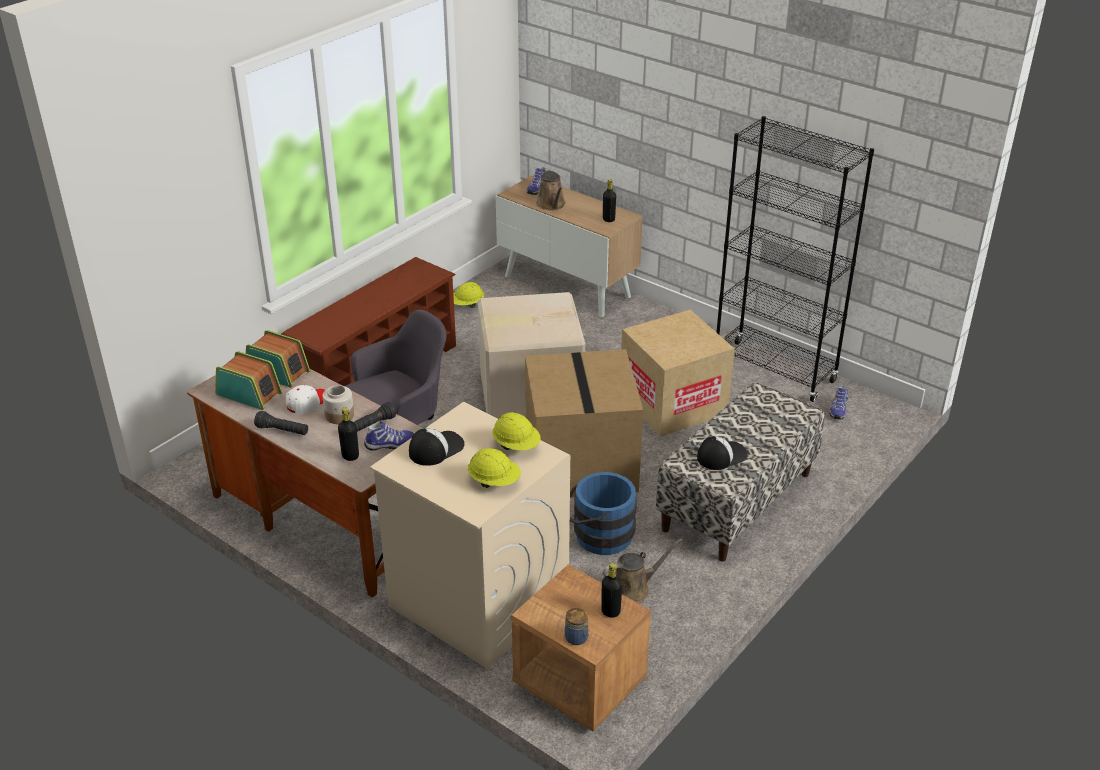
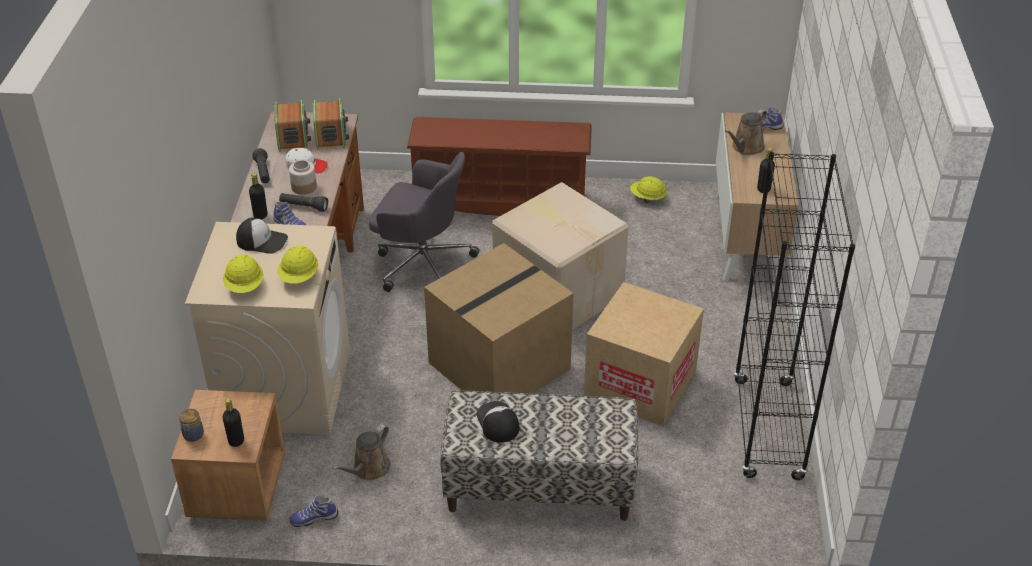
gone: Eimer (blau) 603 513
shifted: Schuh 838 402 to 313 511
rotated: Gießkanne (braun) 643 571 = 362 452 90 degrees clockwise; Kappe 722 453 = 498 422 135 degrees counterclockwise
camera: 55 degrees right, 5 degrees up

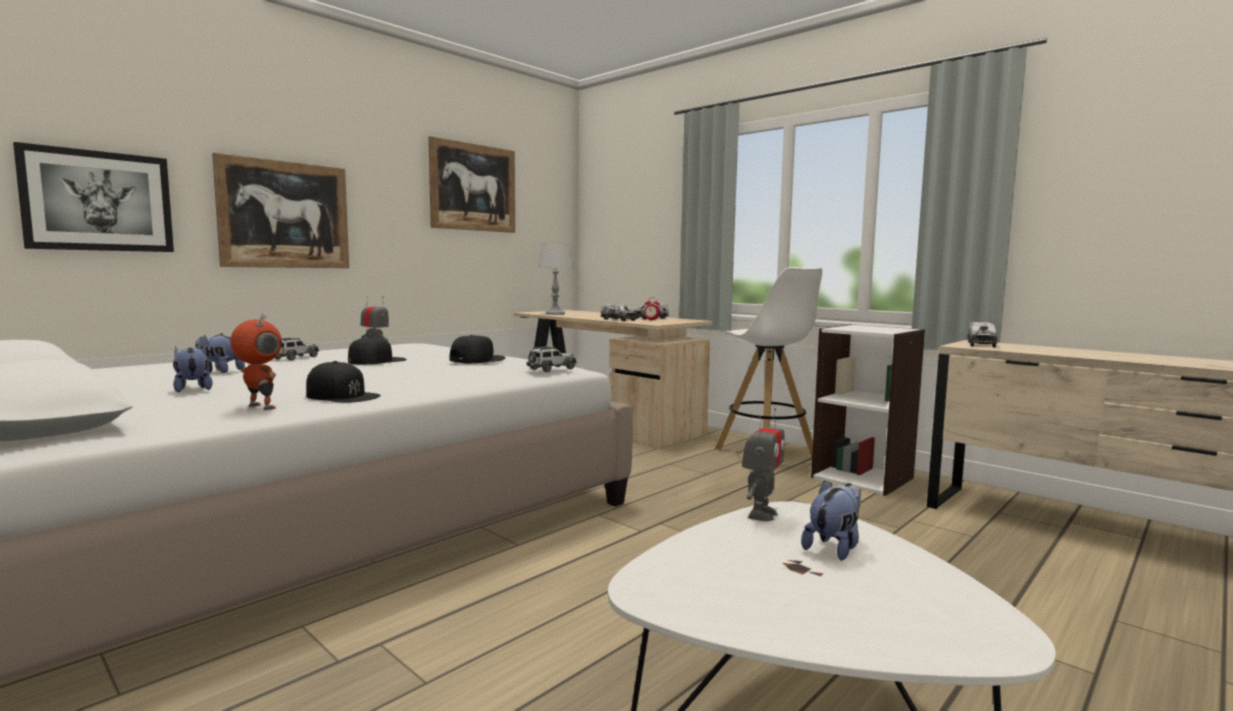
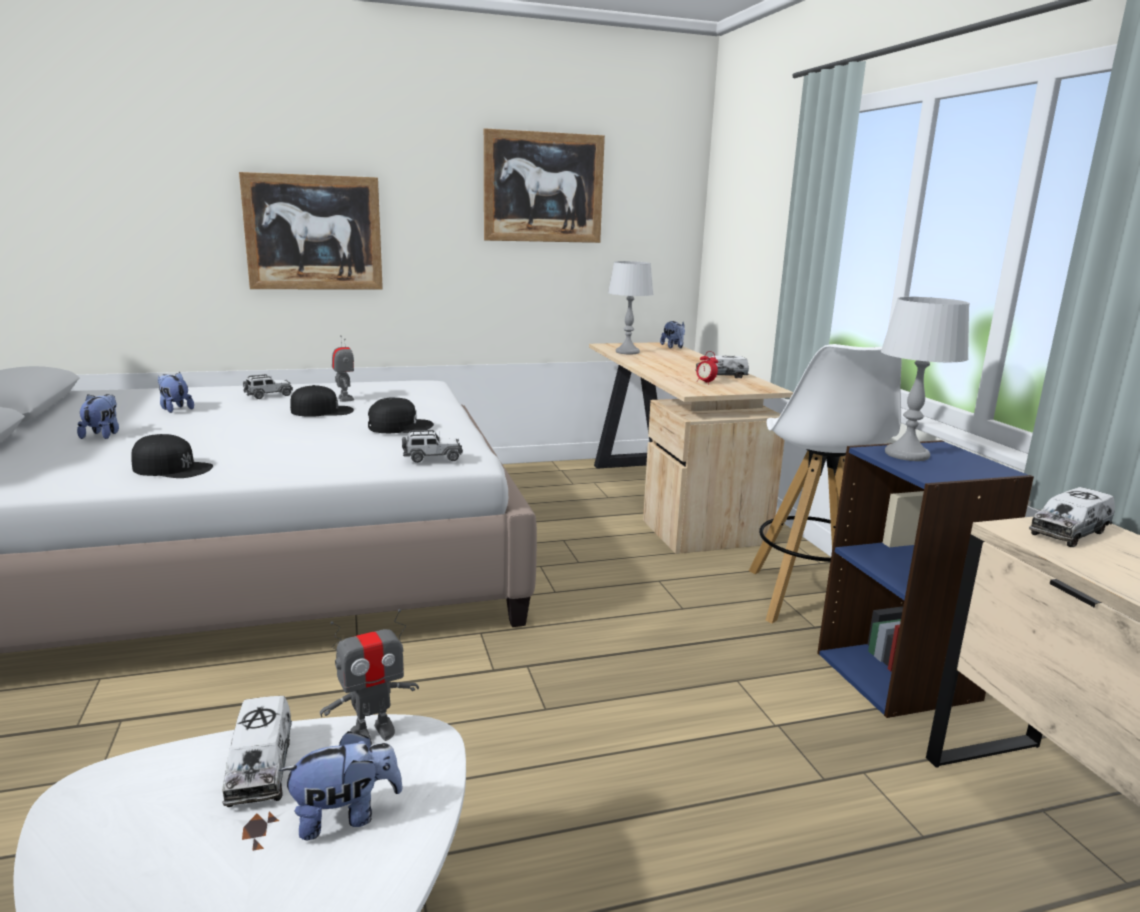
gone: Bild 93 197; Spielzeugroboter 256 362
new: Plüschtier 672 335; Tischlampe (grau) 925 379
shifted: Spielzeuglaster 619 312 to 257 751
repainted: Bücherregal (weiß) 868 410 to Bücherregal (blau) 925 579
rotated: Kappe (schwarz) 343 382 = 172 456 45 degrees counterclockwise
camera: 30 degrees right, 10 degrees up

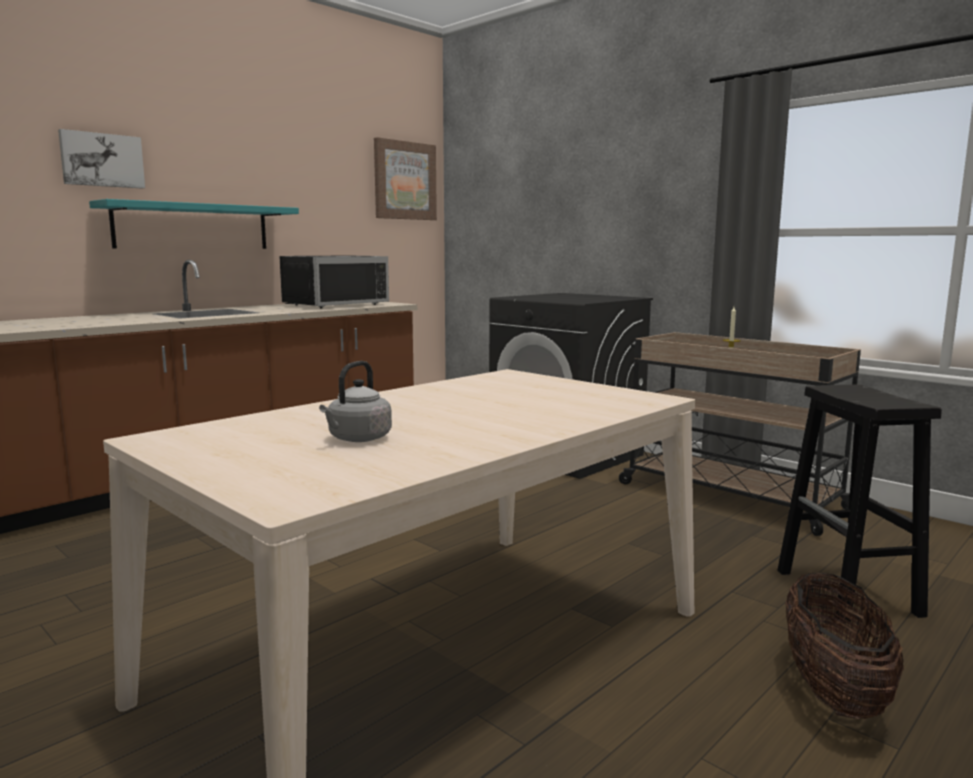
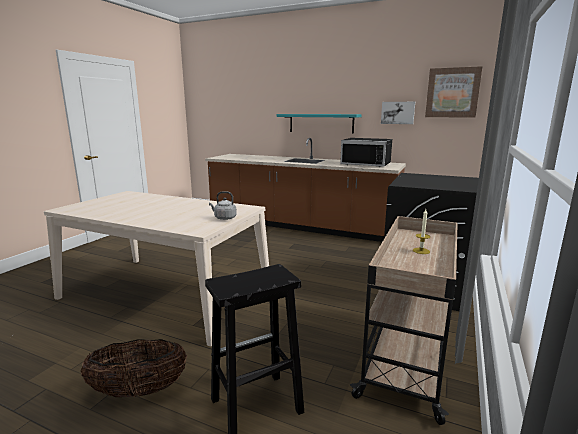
shifted: Wasserkessel (grau) 355 401 to 223 205; Bild 101 159 to 398 113
camera: 70 degrees right, 5 degrees up

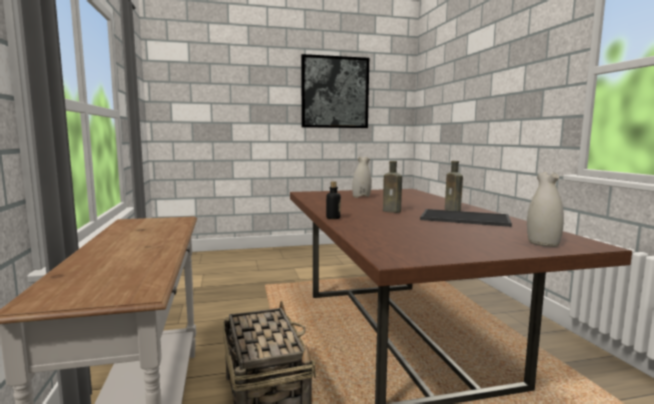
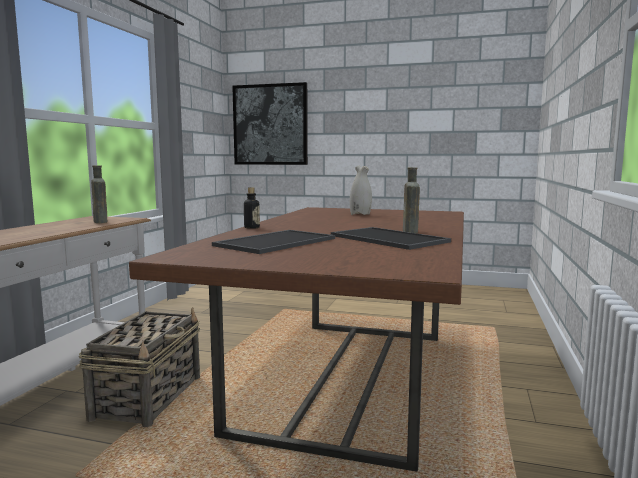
gone: Vase (weiß) 545 209
new: Tablett 273 242
shifted: Flasche (braun) 392 187 to 99 194; Bild 335 91 to 270 123
camera: 30 degrees right, 0 degrees up

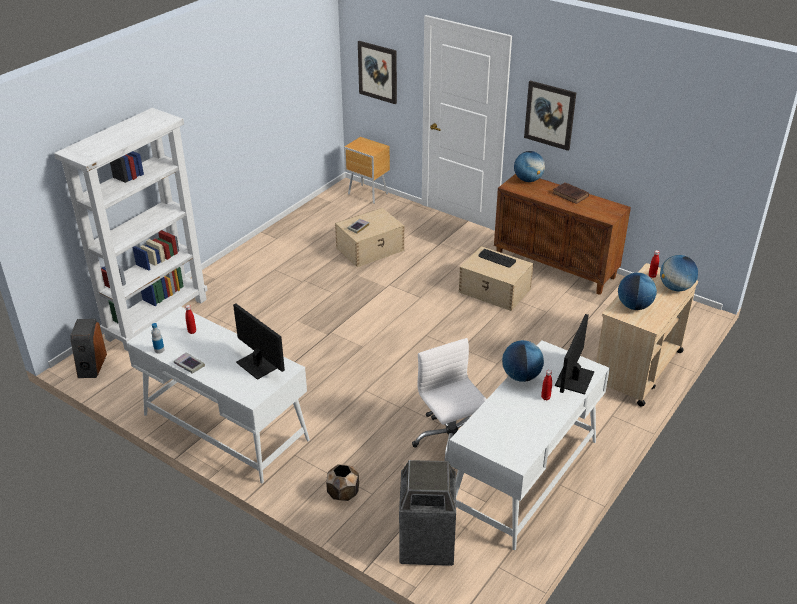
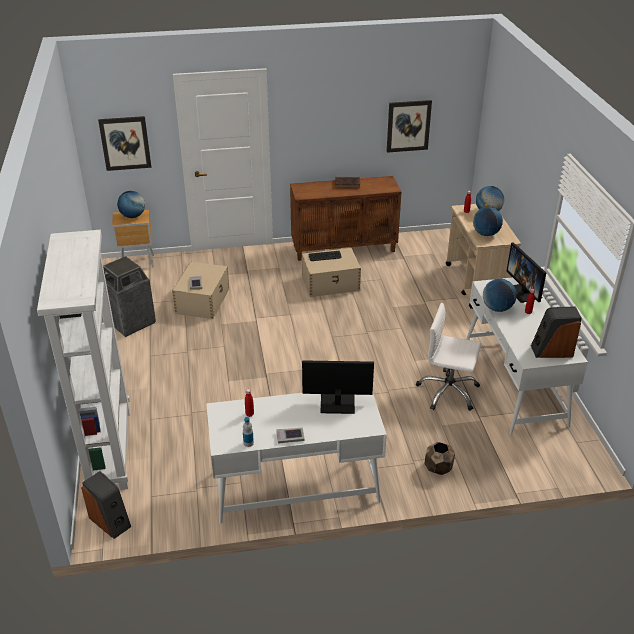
new: Lautsprecher 556 332
shifted: Mülleimer 427 513 to 129 296; Globus 529 166 to 131 204; Bild 550 116 to 409 126
camera: 45 degrees left, 0 degrees up

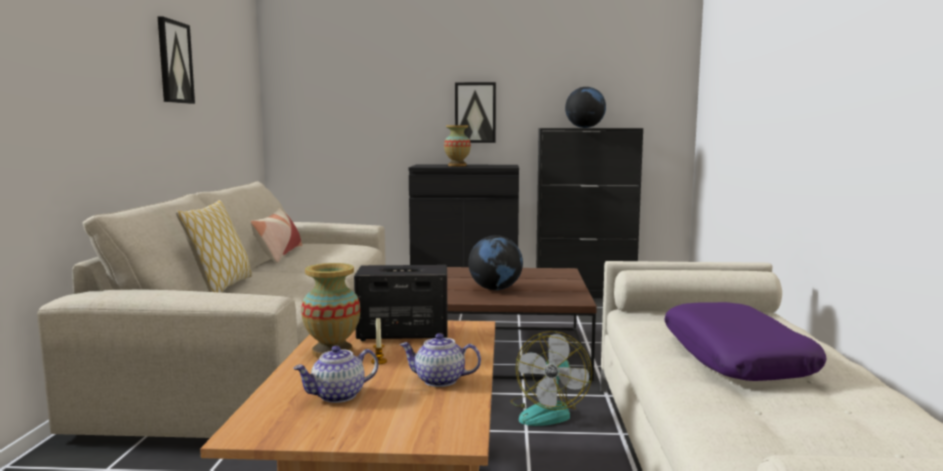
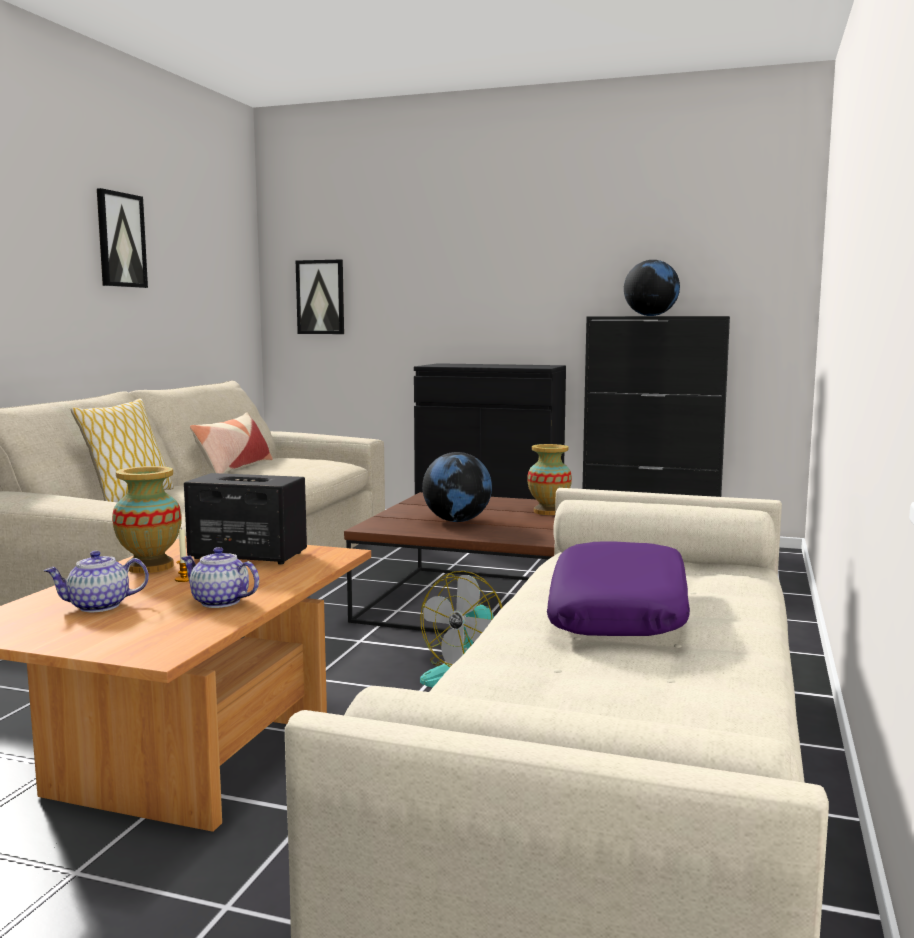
shifted: Bild 475 112 to 320 296; Vase 457 145 to 549 479
camera: 15 degrees right, 0 degrees up

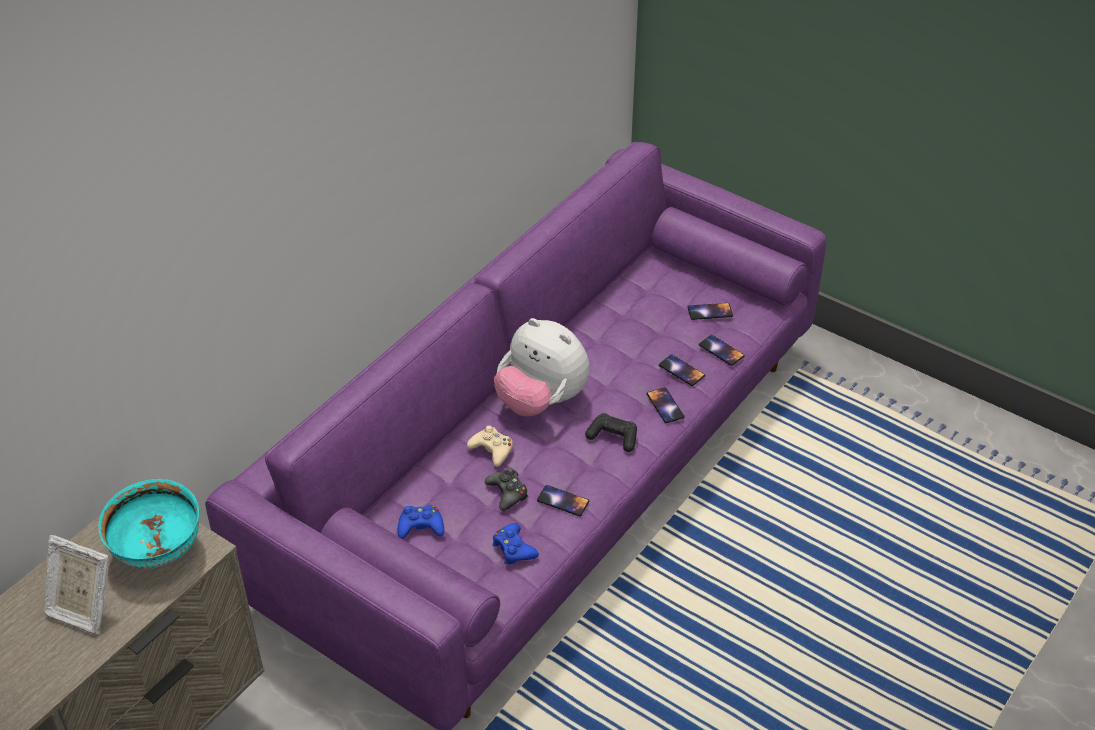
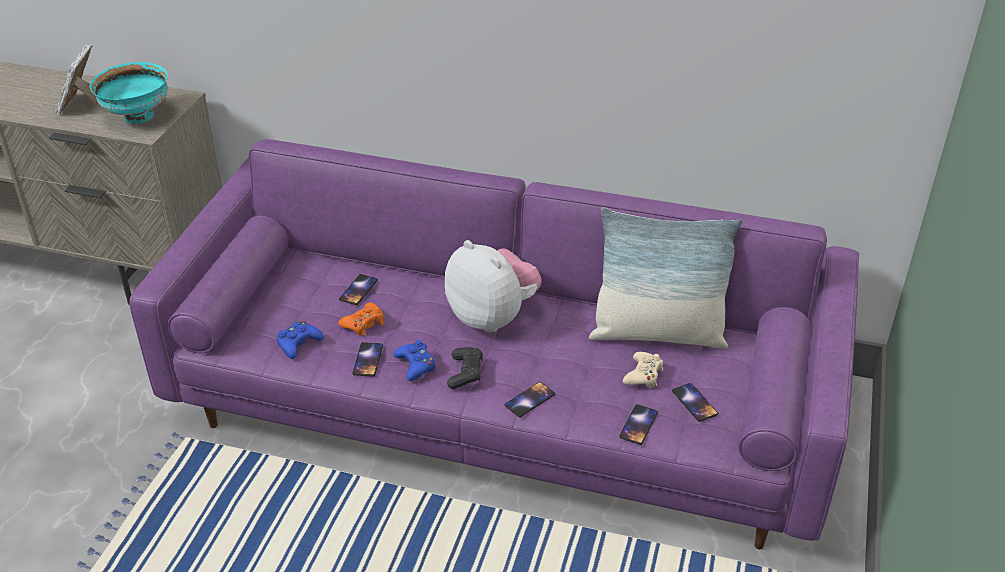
new: Kissen 665 278
shifted: Handy 682 370 to 358 289; Gamepad (blau) 421 522 to 415 360; Gamepad (beige) 490 446 to 643 370
repainted: Gamepad (schwarz) 506 489 to Gamepad (orange) 361 319
rotated: Plüschtier 541 367 = 493 286 120 degrees clockwise
camera: 70 degrees right, 5 degrees down

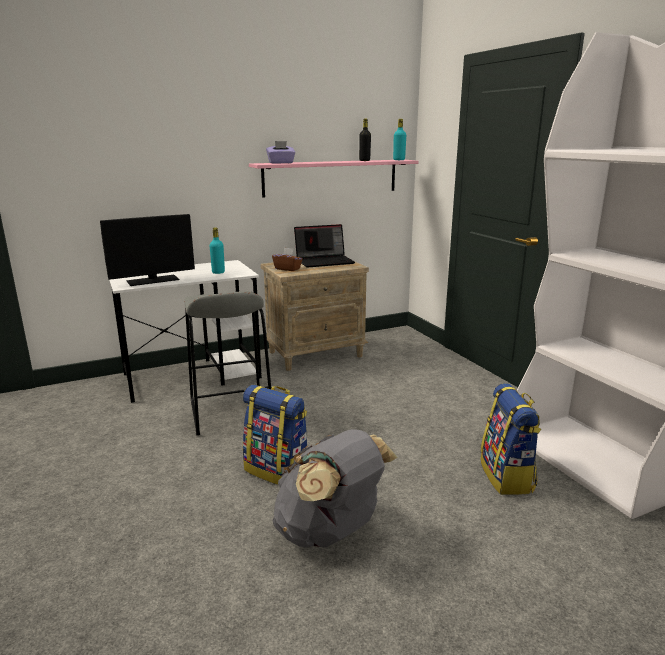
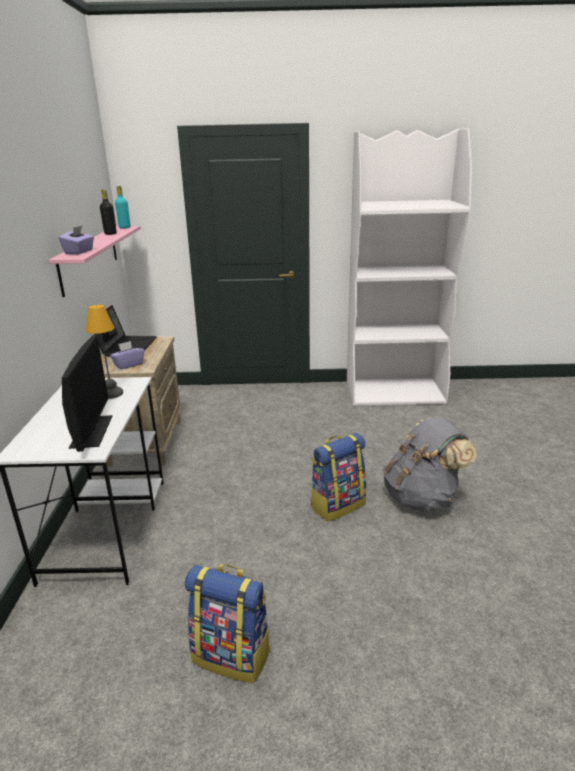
gone: Hocker (grau) 228 363
shifted: Rucksack 511 439 to 228 623
swapped: Flasche (türkis) 217 250 to Tischlampe 104 352
repainted: Taschentuchbox (braun) 287 259 to Taschentuchbox (lila) 127 355
camera: 65 degrees left, 5 degrees up

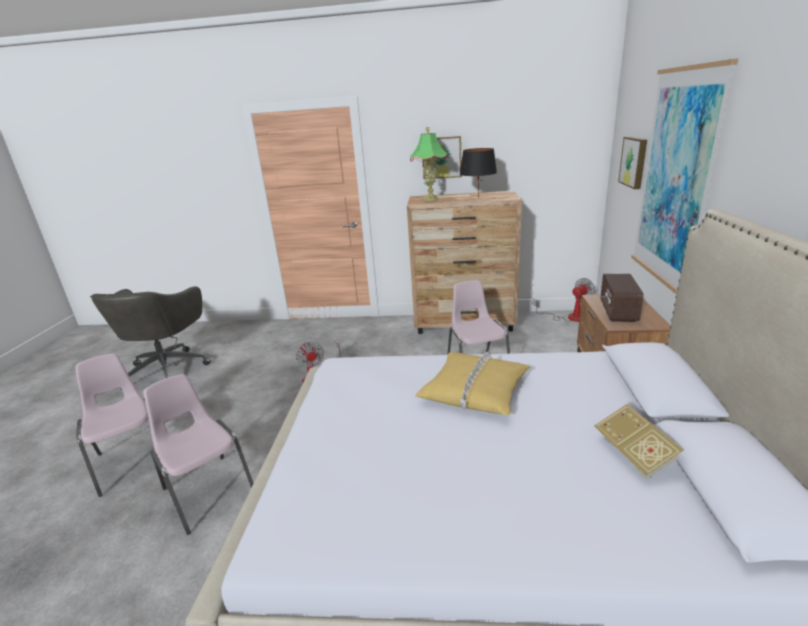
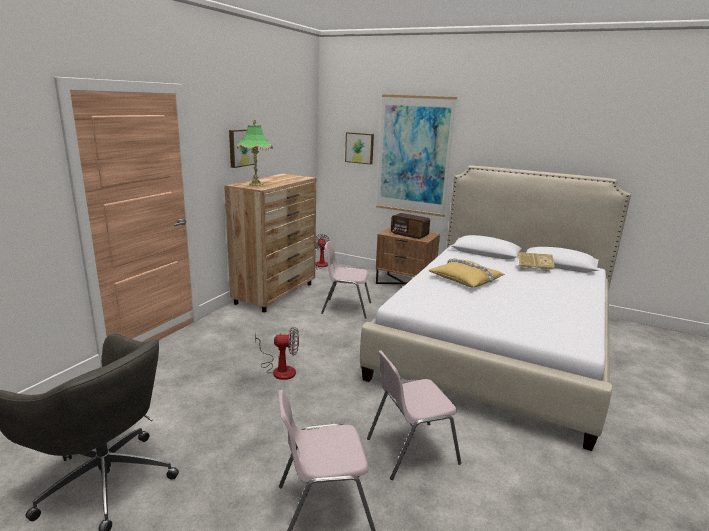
gone: Tischlampe (schwarz) 478 173
camera: 70 degrees left, 5 degrees down

